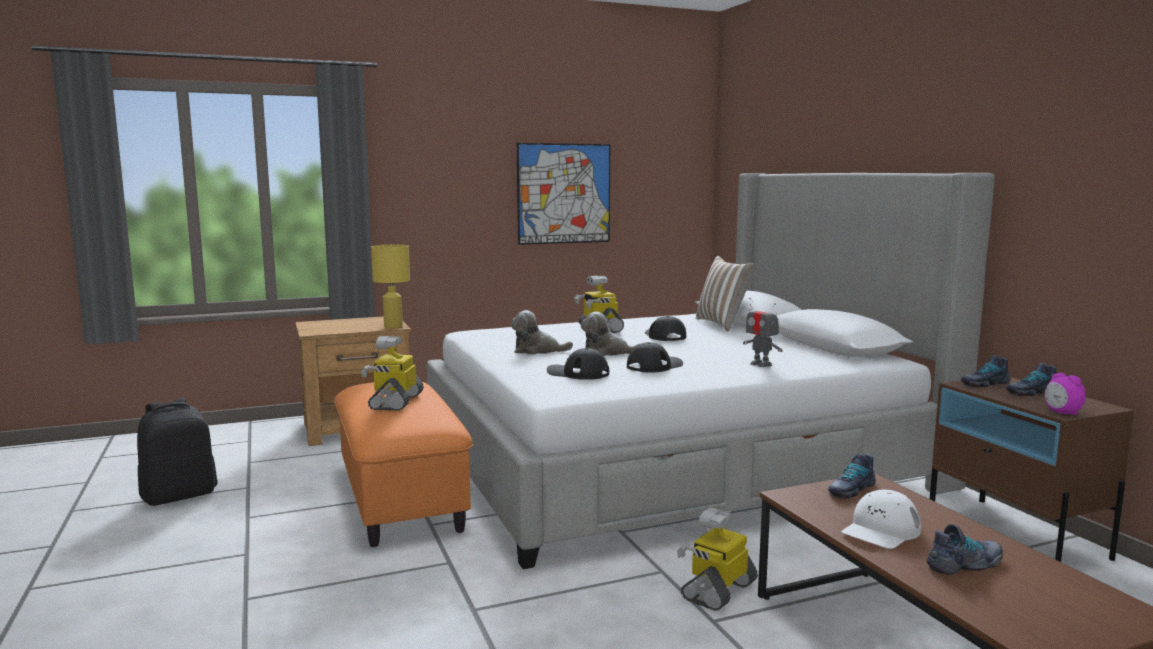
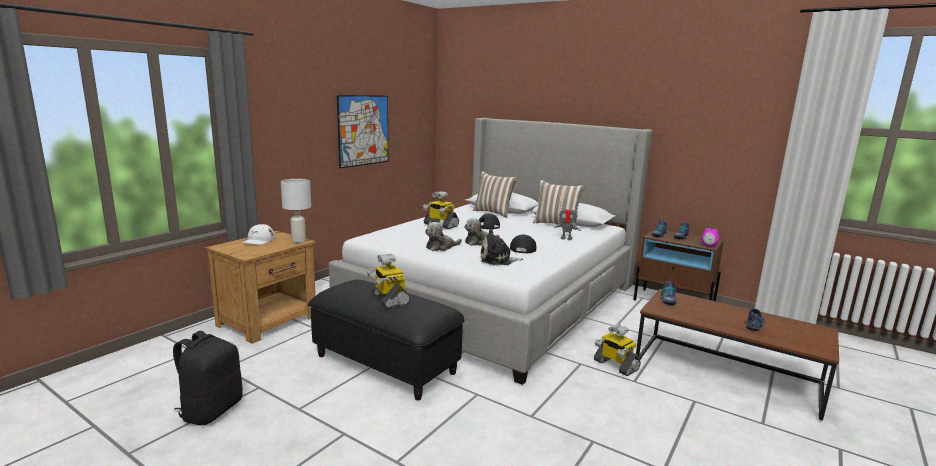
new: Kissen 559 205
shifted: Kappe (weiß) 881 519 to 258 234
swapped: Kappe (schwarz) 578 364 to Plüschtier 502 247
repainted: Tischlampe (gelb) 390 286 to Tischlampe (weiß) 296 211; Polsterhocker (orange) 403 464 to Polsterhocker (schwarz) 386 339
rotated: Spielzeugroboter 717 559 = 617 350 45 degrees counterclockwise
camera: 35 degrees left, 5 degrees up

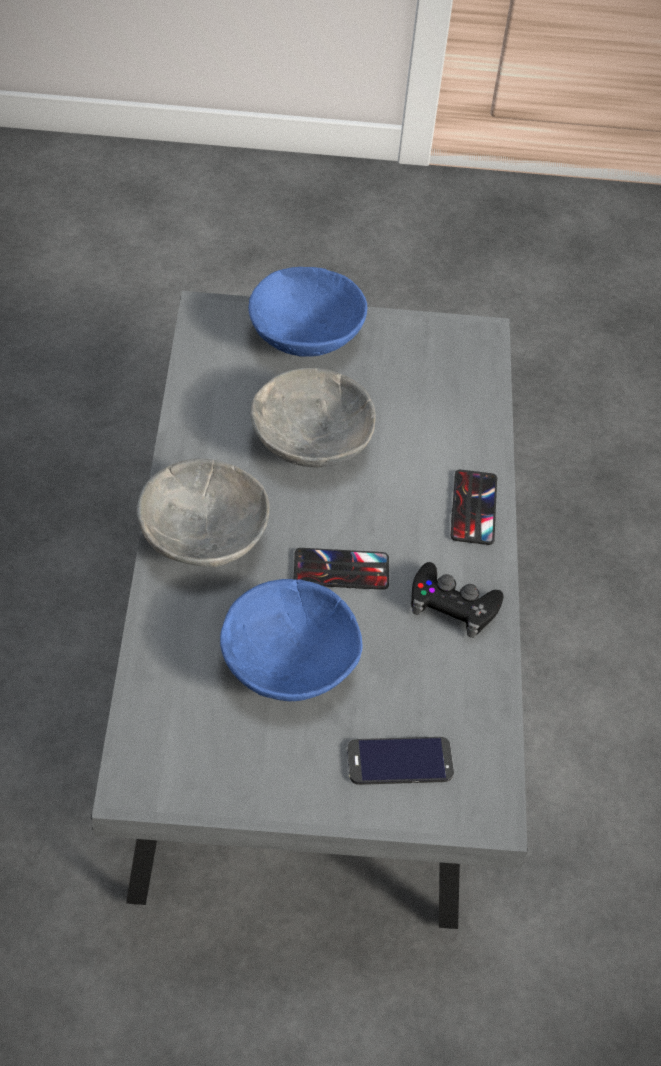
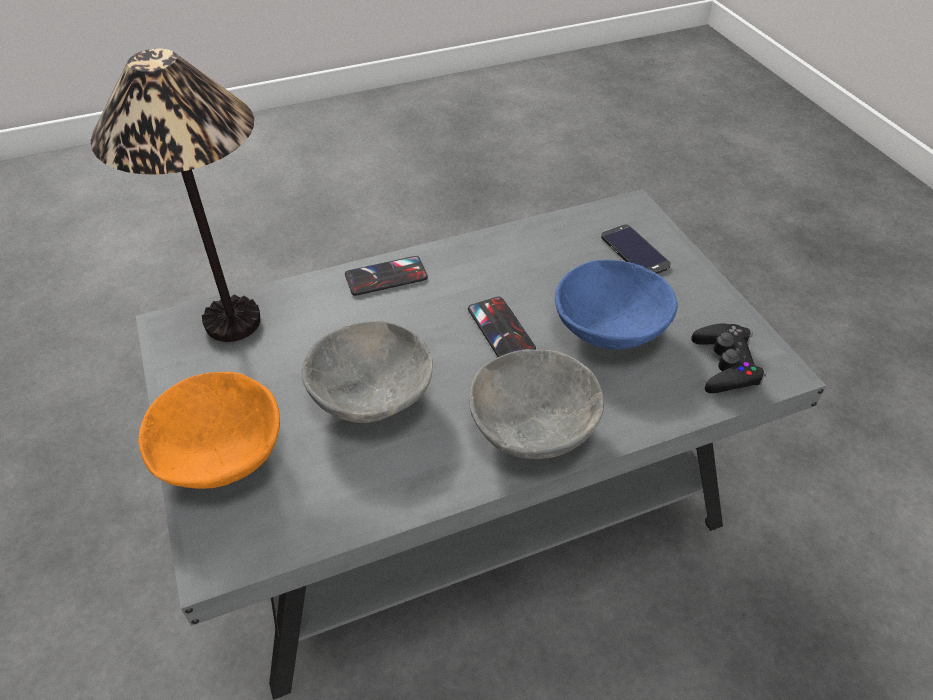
new: Tischlampe 175 195
shifted: Gamepad (schwarz) 457 600 to 728 358
repainted: Schüssel (blau) 308 312 to Schüssel (orange) 209 430
camera: 110 degrees left, 5 degrees down

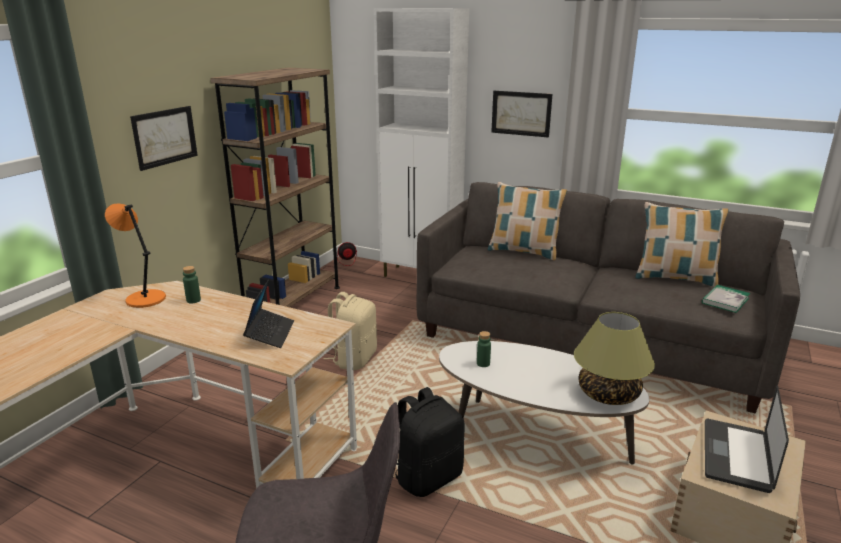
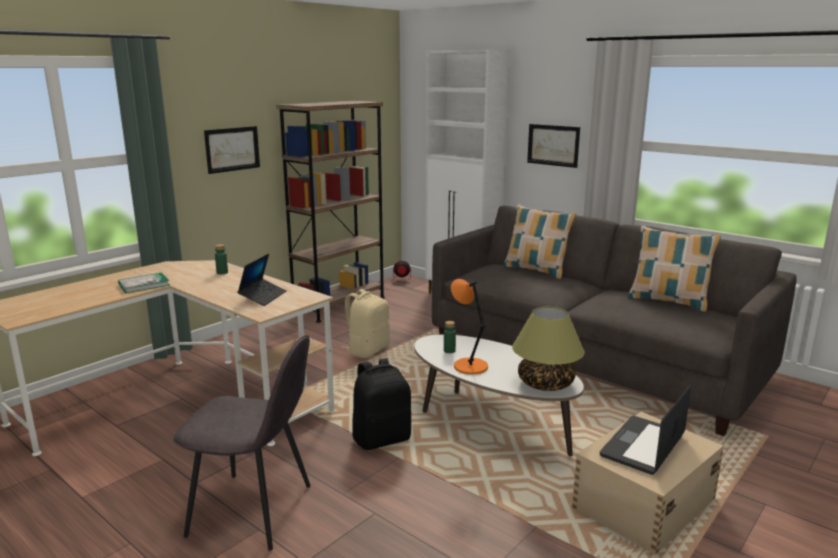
shifted: Buch 726 299 to 144 283; Tischlampe (orange) 135 255 to 469 327
camera: 15 degrees right, 5 degrees down

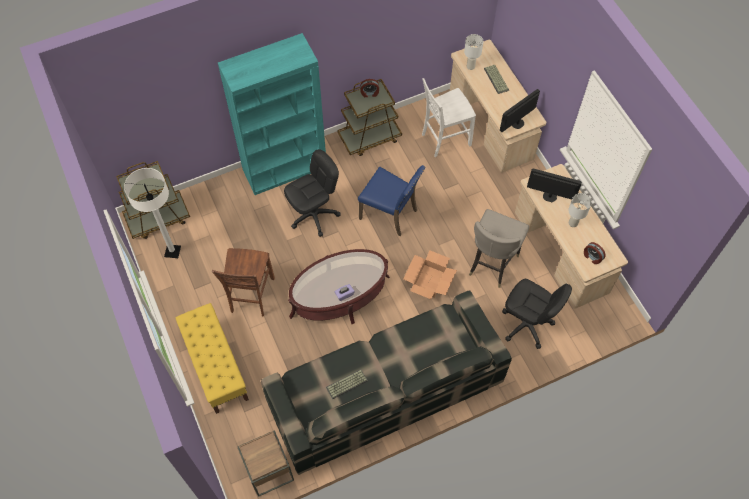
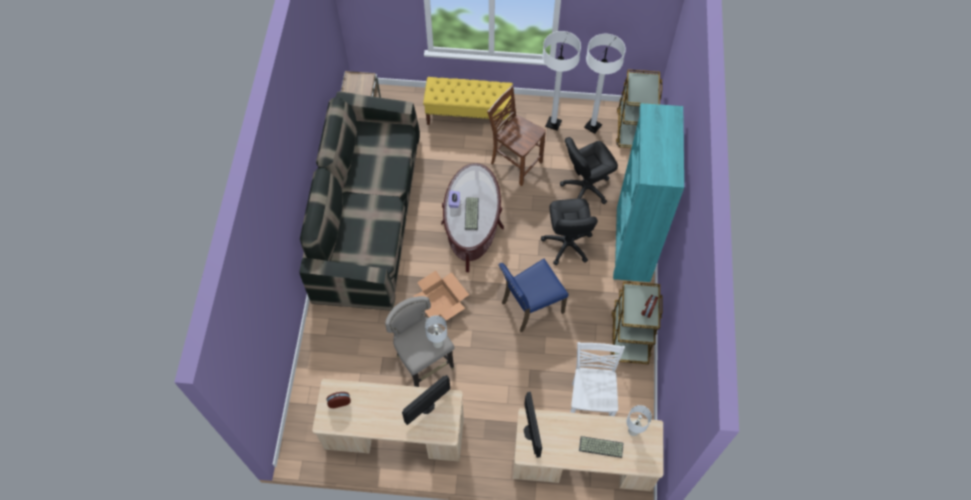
new: Stehlampe (weiß) 561 81
shifted: Tischlampe (weiß) 580 210 to 436 331; Tastatur 347 384 to 472 214; Bürostuhl (schwarz) 537 314 to 589 170
camera: 120 degrees right, 0 degrees up

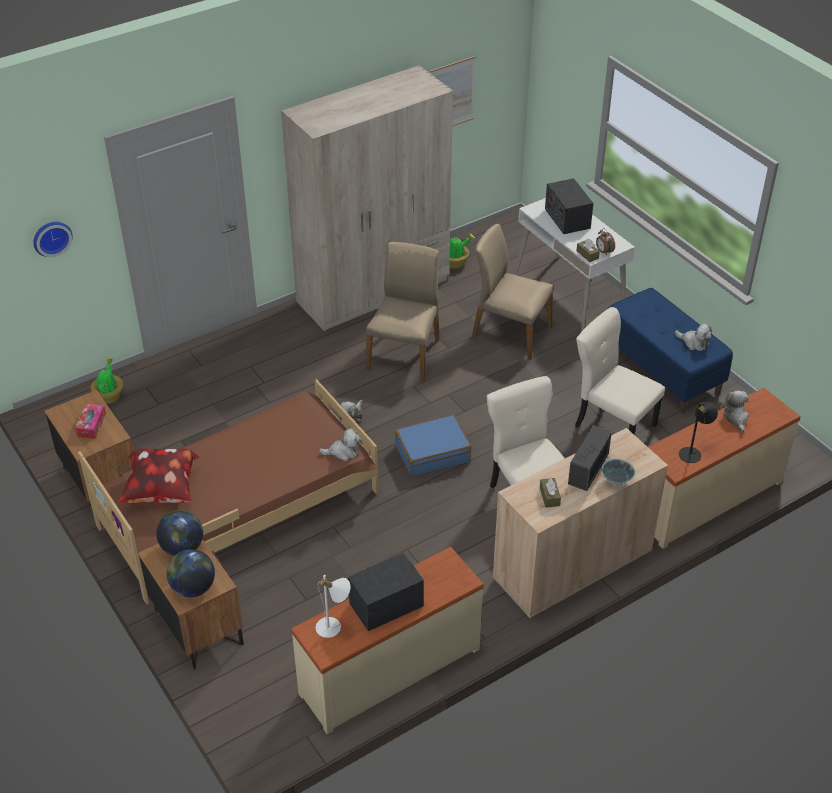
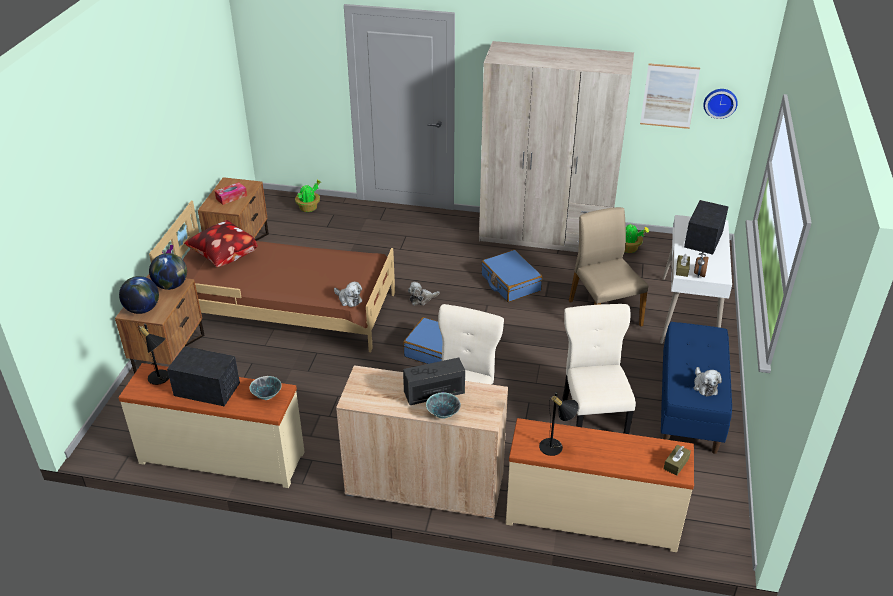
gone: Plüschtier 735 411
new: Schüssel 265 388
shifted: Taschentuchbox (braun) 550 493 to 677 460; Wanduhr 53 239 to 720 104
swapped: Stuhl (beige) 402 312 to Koffer (blau) 512 276
repainted: Tischlampe (weiß) 333 606 to Tischlampe (schwarz) 153 354
camera: 45 degrees right, 5 degrees down

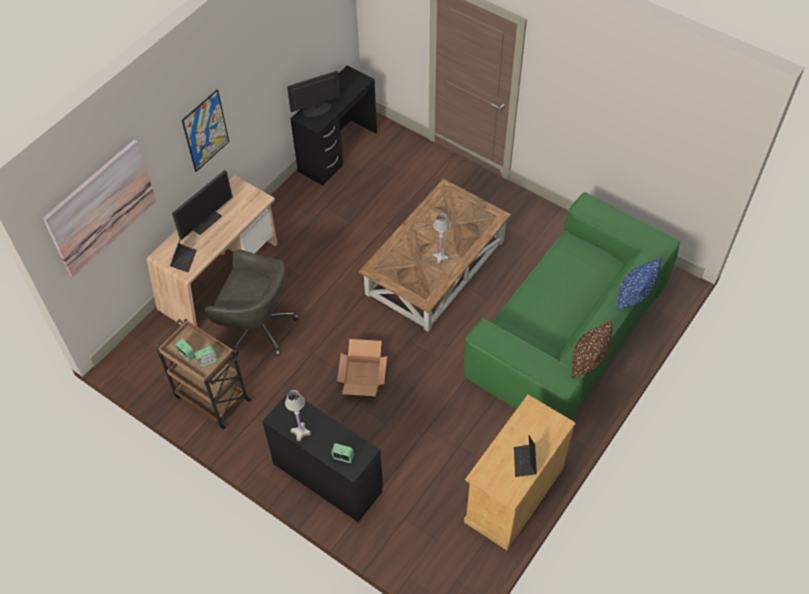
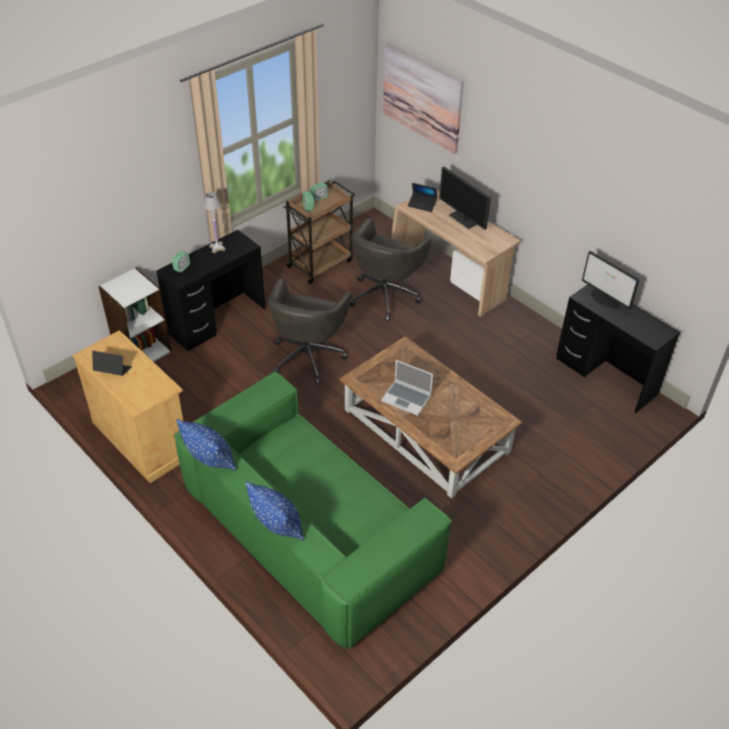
gone: Bild 205 130
new: Bücherregal (weiß) 135 315
swapped: Karton 362 367 to Bürostuhl (grau) 309 331; Tischlampe (weiß) 441 238 to Laptop 407 388
repainted: Kissen (braun) 592 349 to Kissen (blau) 206 445
rotated: Monitor 313 94 = 610 280 150 degrees clockwise
camera: 100 degrees right, 10 degrees down

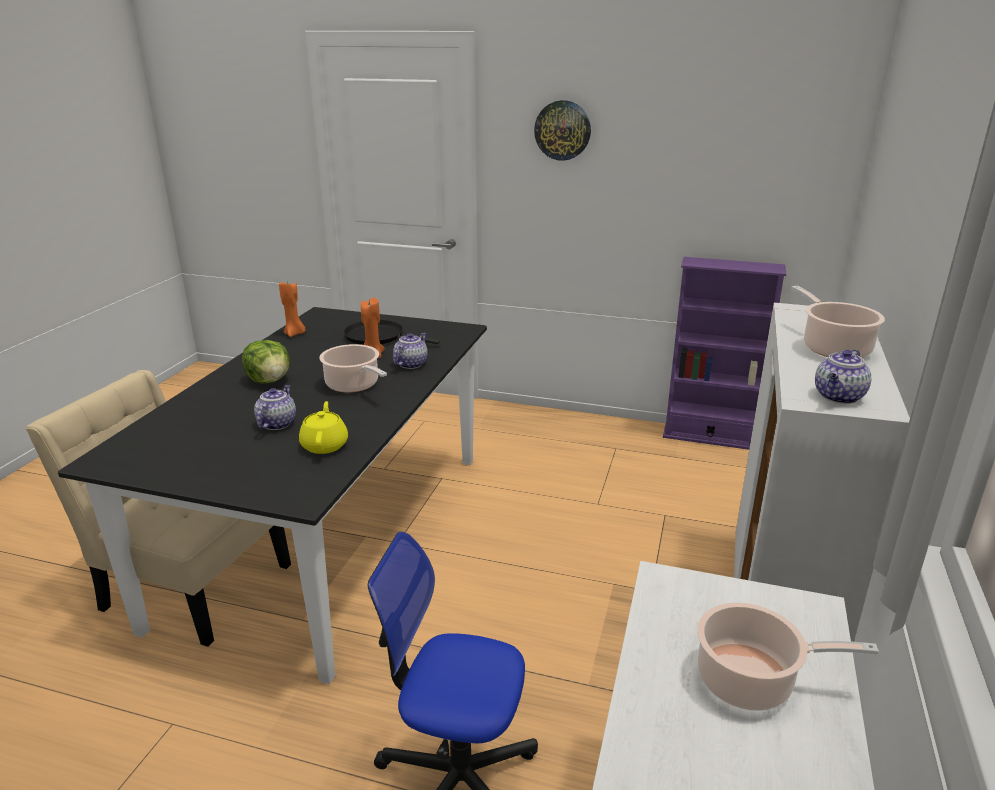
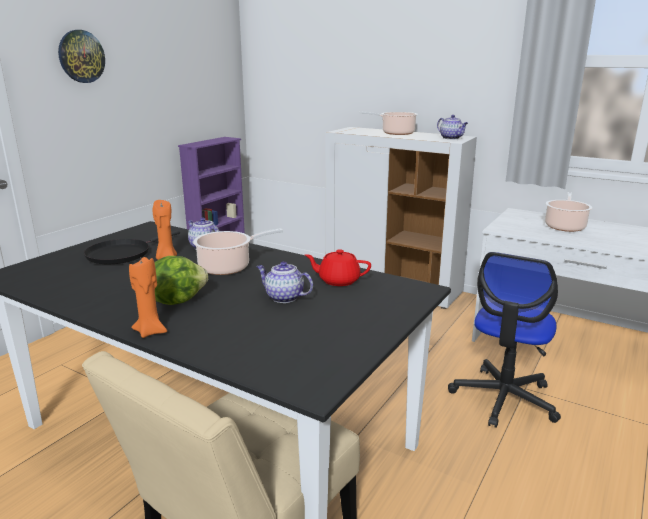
shifted: Kerze (orange) 292 309 to 148 297
repainted: Teekanne (gelb) 323 427 to Teekanne (rot) 338 267
camera: 75 degrees left, 5 degrees down

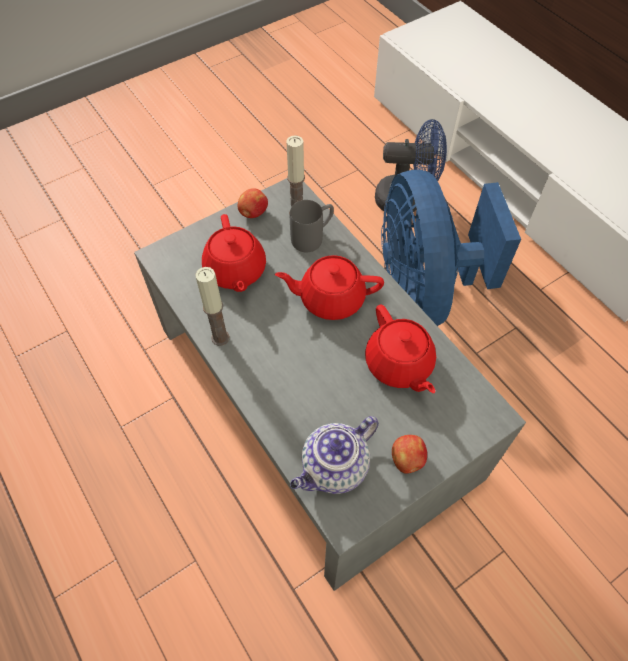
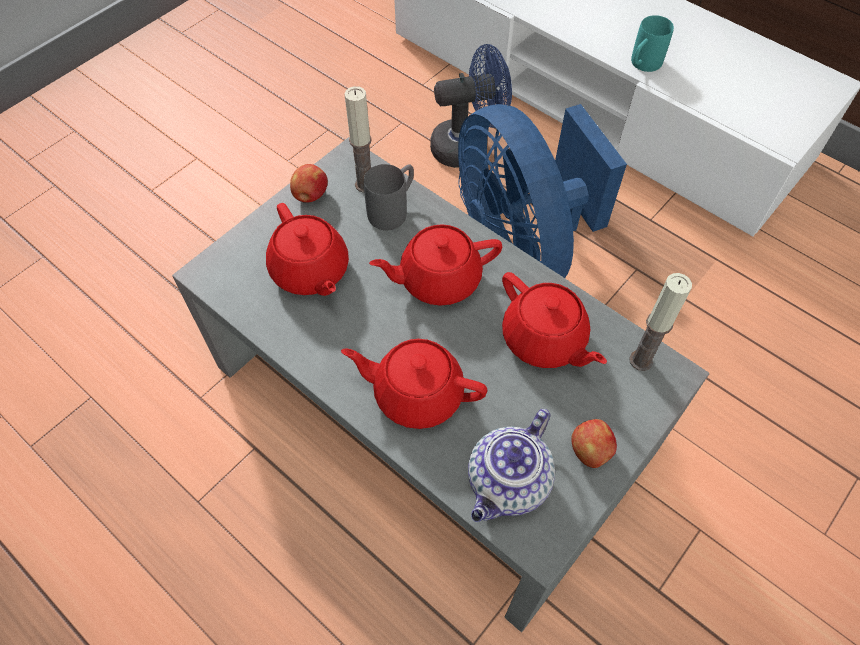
new: Teekanne (rot) 414 384; Henkelbecher (türkis) 652 43
shifted: Kerze 212 306 to 660 322
camera: 15 degrees left, 0 degrees up

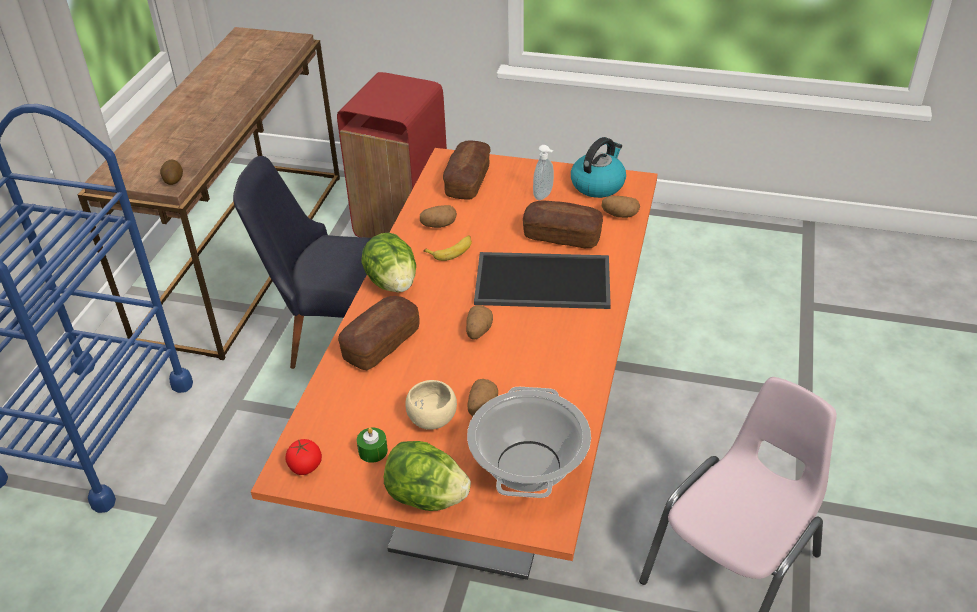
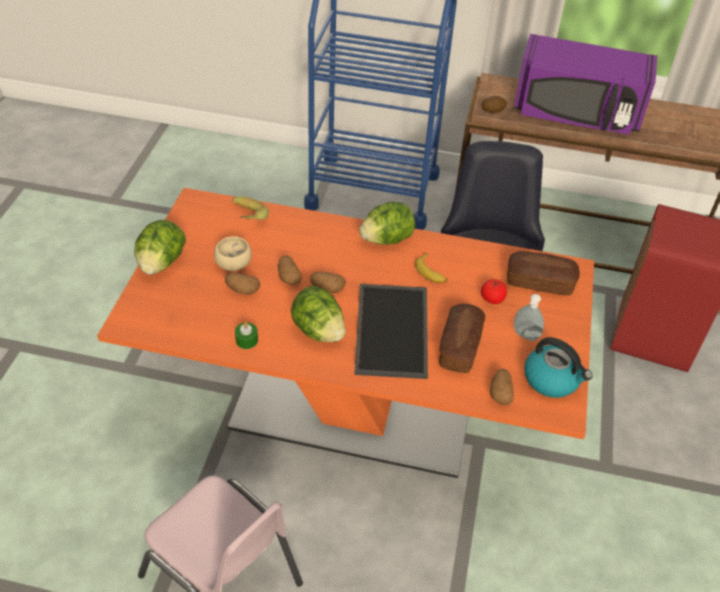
gone: Brot 379 333; Kochtopf 529 442
new: Banane 250 208; Salatkopf 318 314; Mikrowelle (lila) 585 84
shifted: Kerze (grün) 372 445 to 246 335; Kartoffel 438 216 to 290 270; Tomate 303 457 to 494 291
camera: 85 degrees right, 5 degrees up

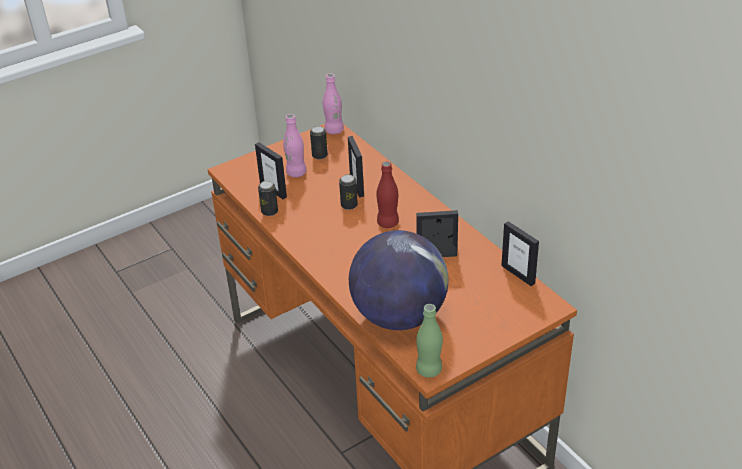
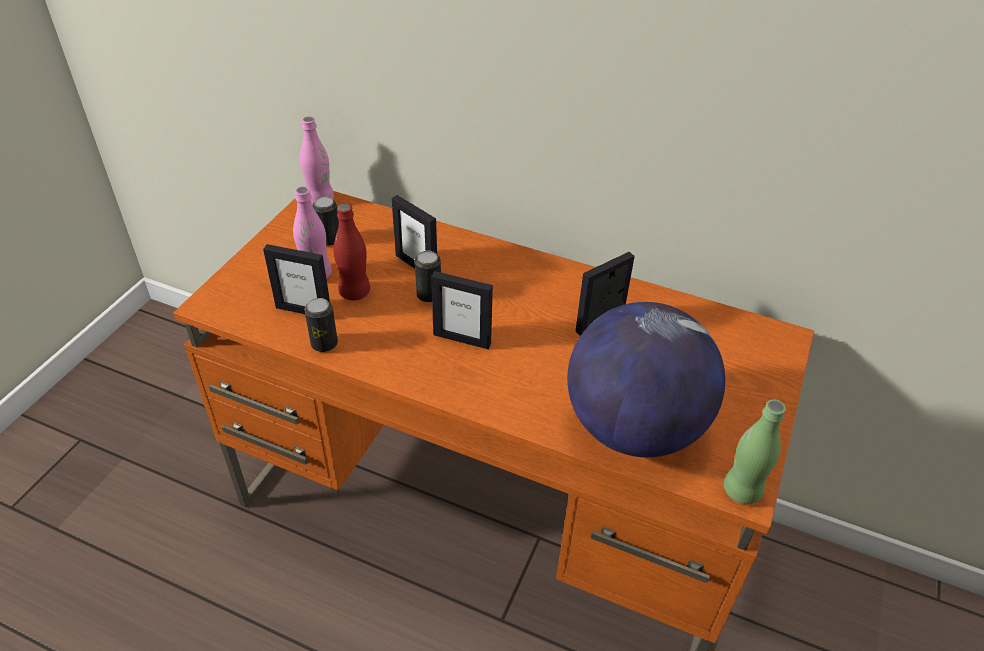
shifted: Flasche (rot) 388 194 to 351 251; Bilderrahmen 520 253 to 462 310
camera: 35 degrees left, 5 degrees up

